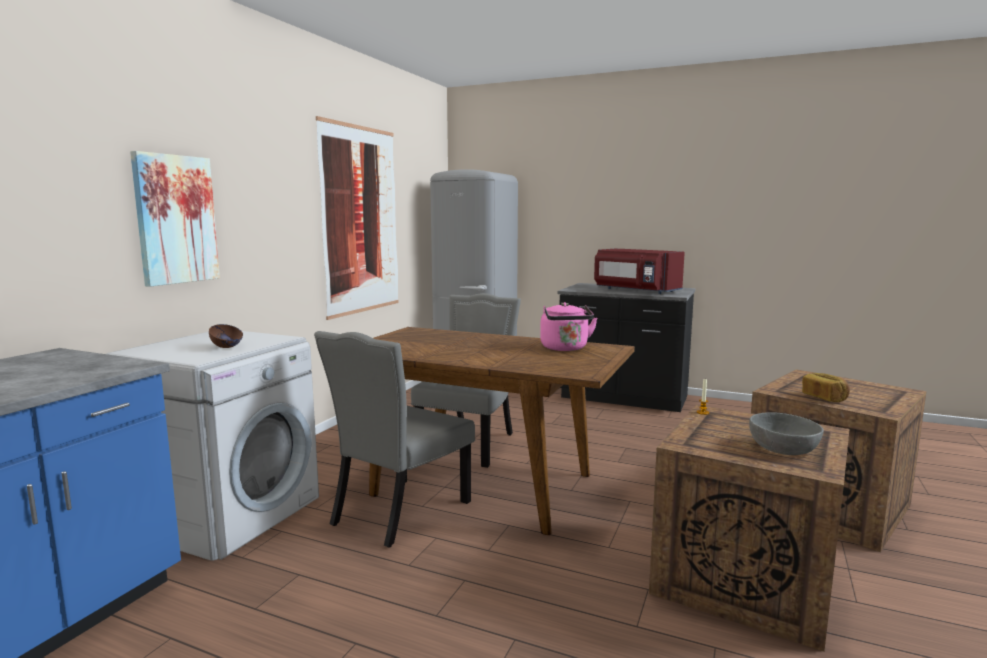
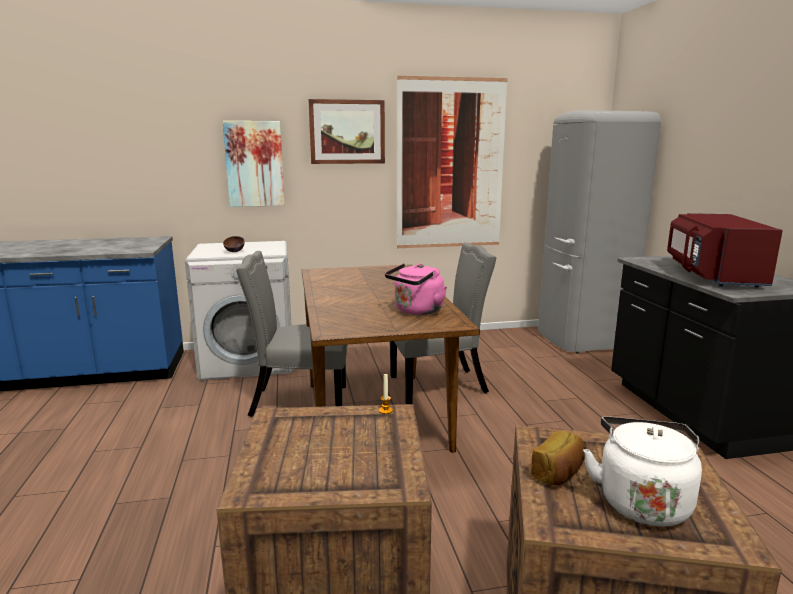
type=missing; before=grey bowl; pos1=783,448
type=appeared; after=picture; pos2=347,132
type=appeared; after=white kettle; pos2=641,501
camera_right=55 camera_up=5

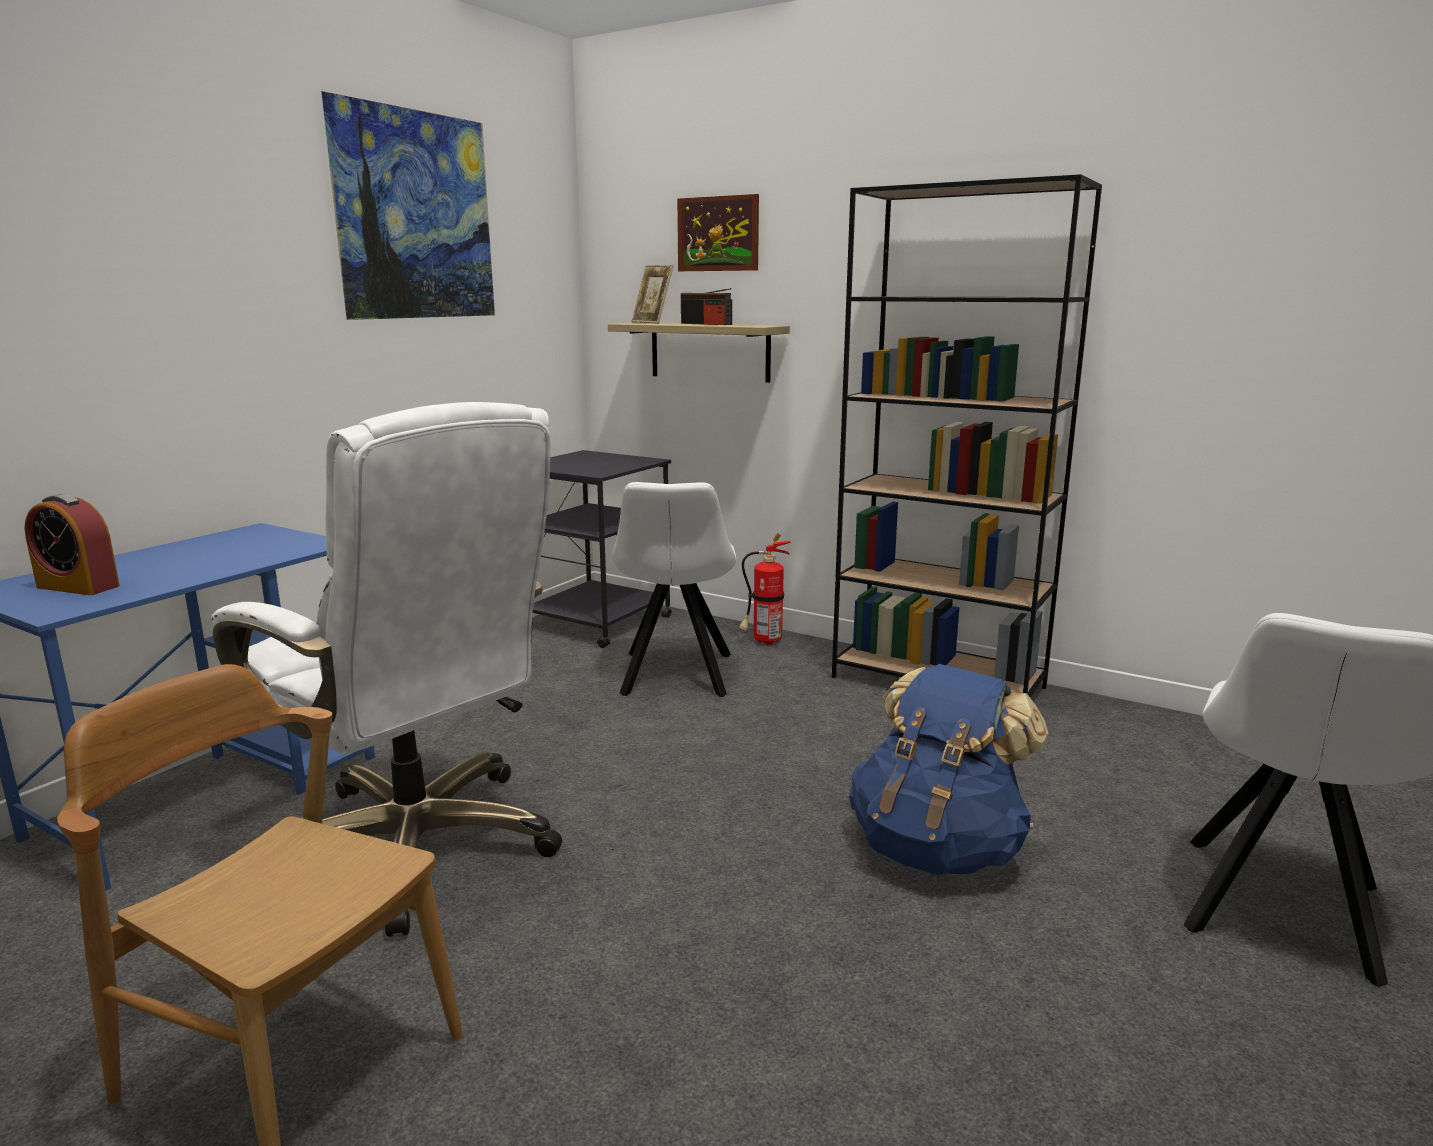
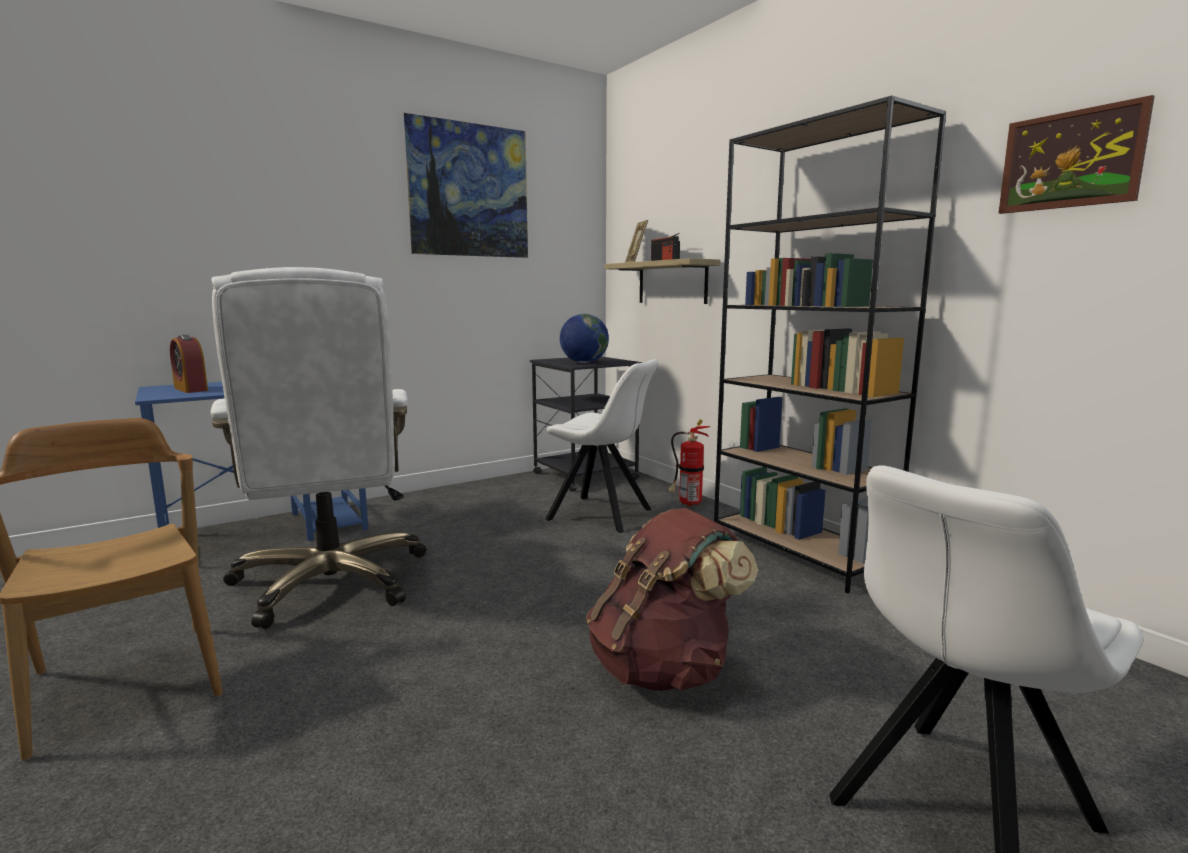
type=relocated; before=picture; pos1=718,234; pos2=1070,160
type=spun; before=white chair; pos1=676,674; pos2=600,514; turn=-90
type=colour; before=blue backpack; after=brown backpack; pos1=937,848; pos2=664,668
type=appeared; after=globe; pos2=584,363
camera_right=25 camera_up=-5

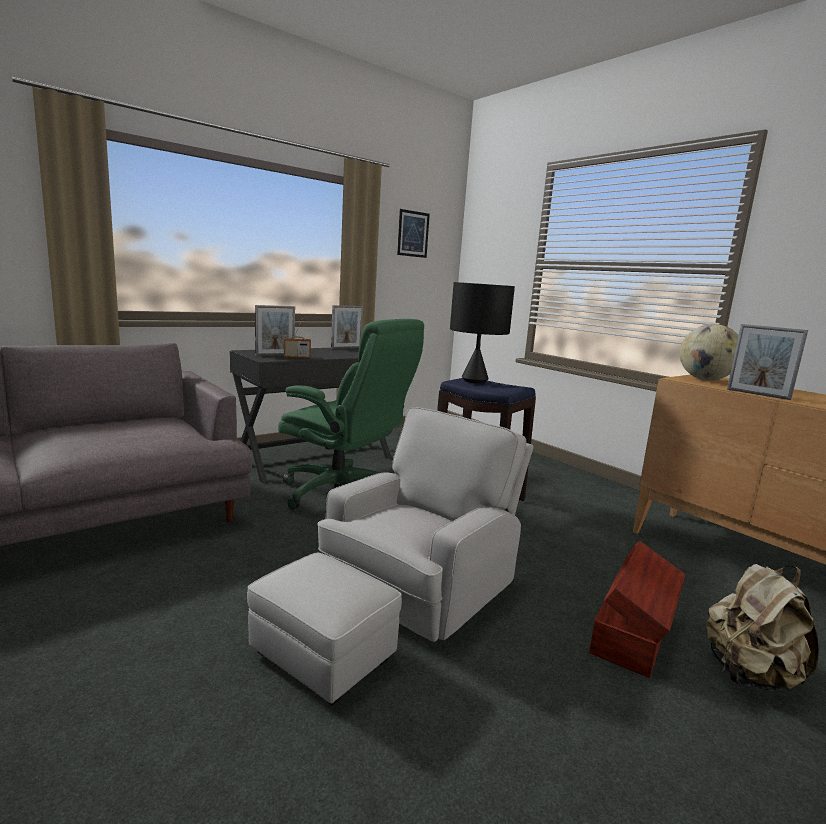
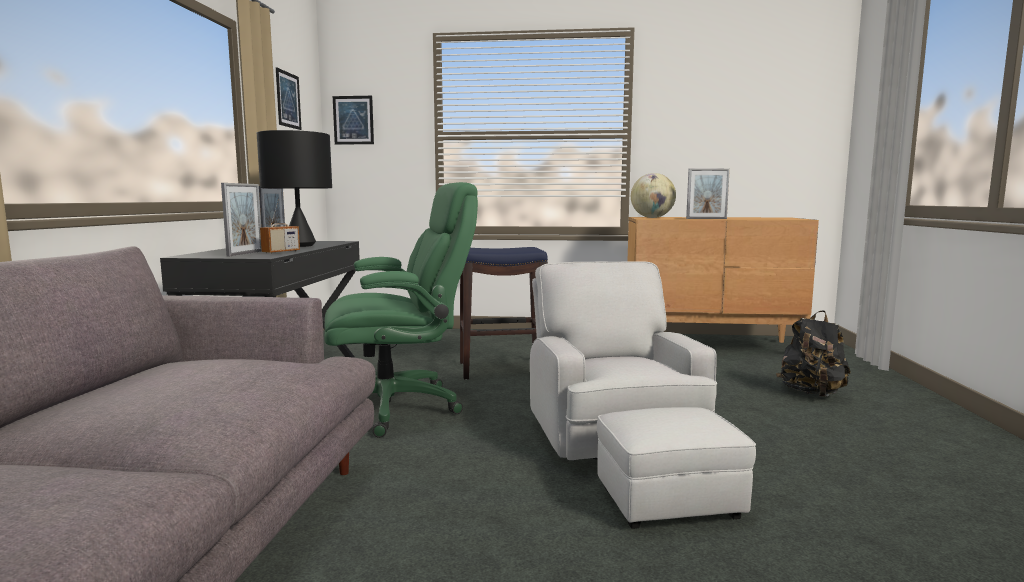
type=relocated; before=black table lamp; pos1=474,381; pos2=300,246
type=missing; before=brown storage box; pos1=633,633
type=colour; before=beige backpack; after=black backpack; pos1=750,675; pos2=811,394
type=appeared; after=picture; pos2=353,120
camera_right=-45 camera_up=-5

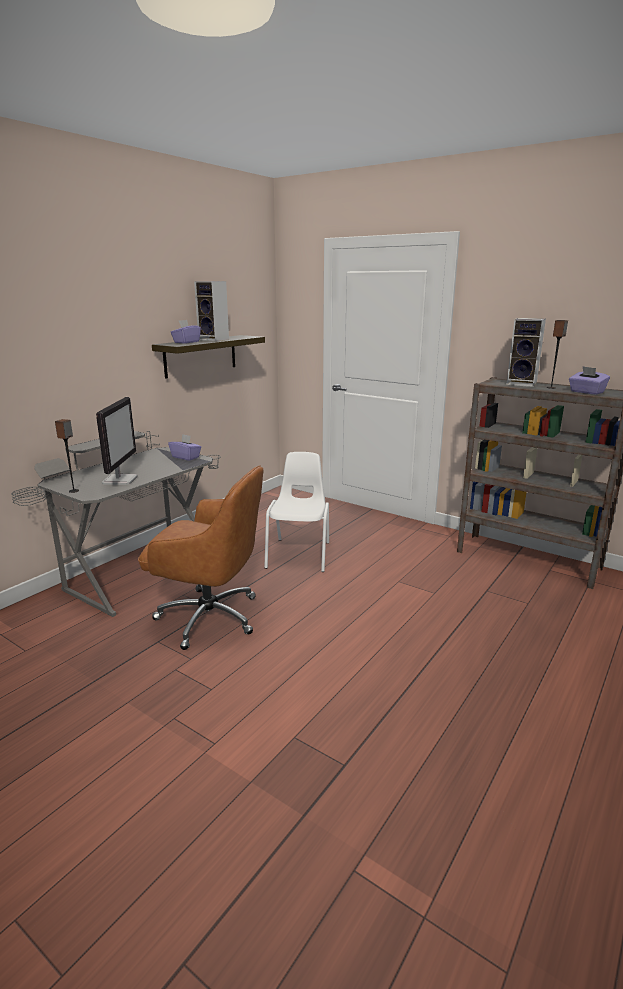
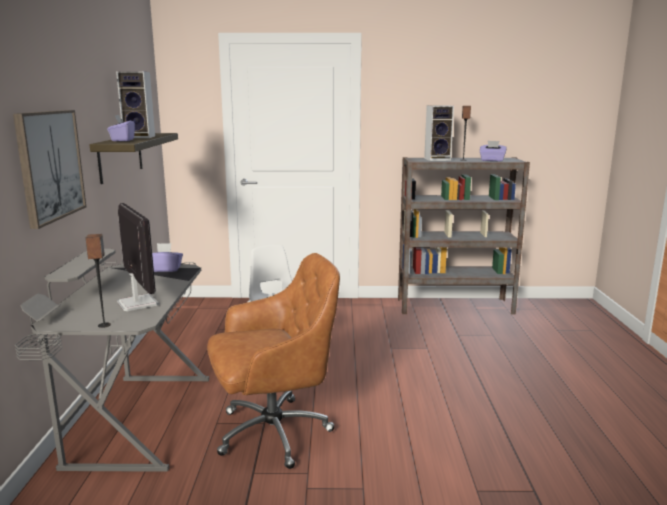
type=appeared; after=picture; pos2=50,165
camera_right=-35 camera_up=-5

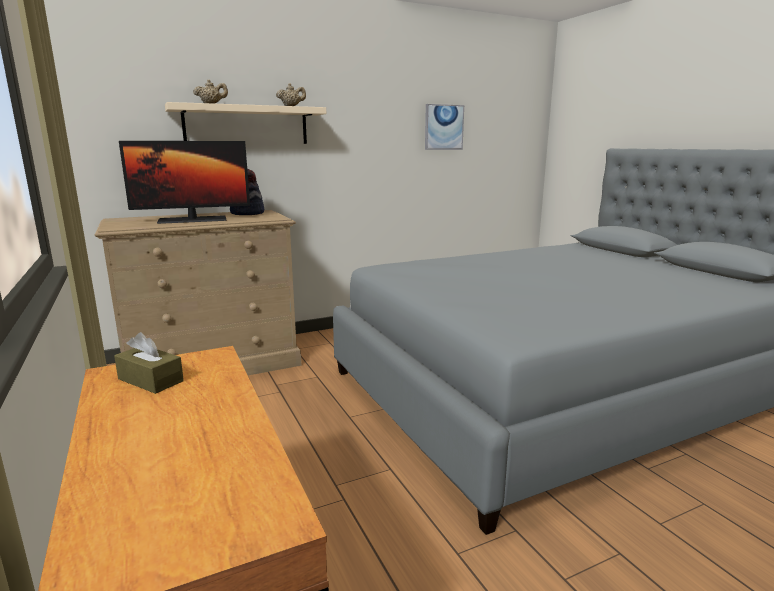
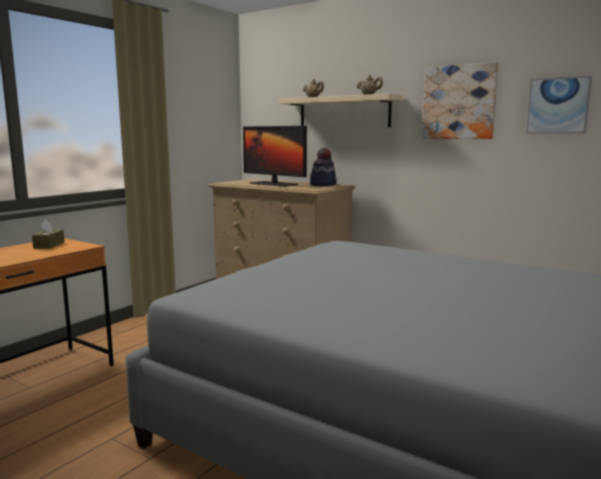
type=appeared; after=picture; pos2=459,102
camera_right=60 camera_up=-5

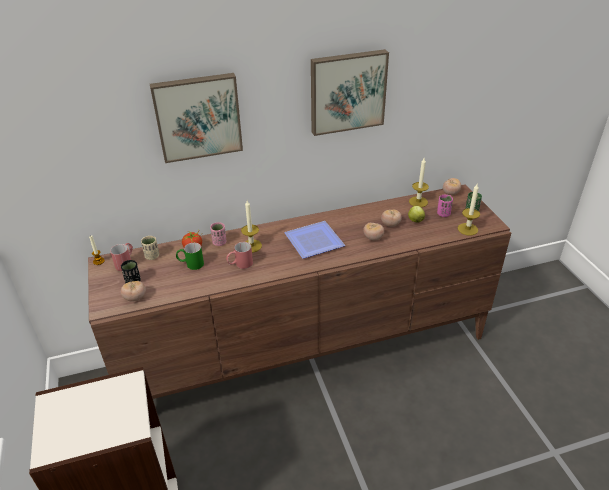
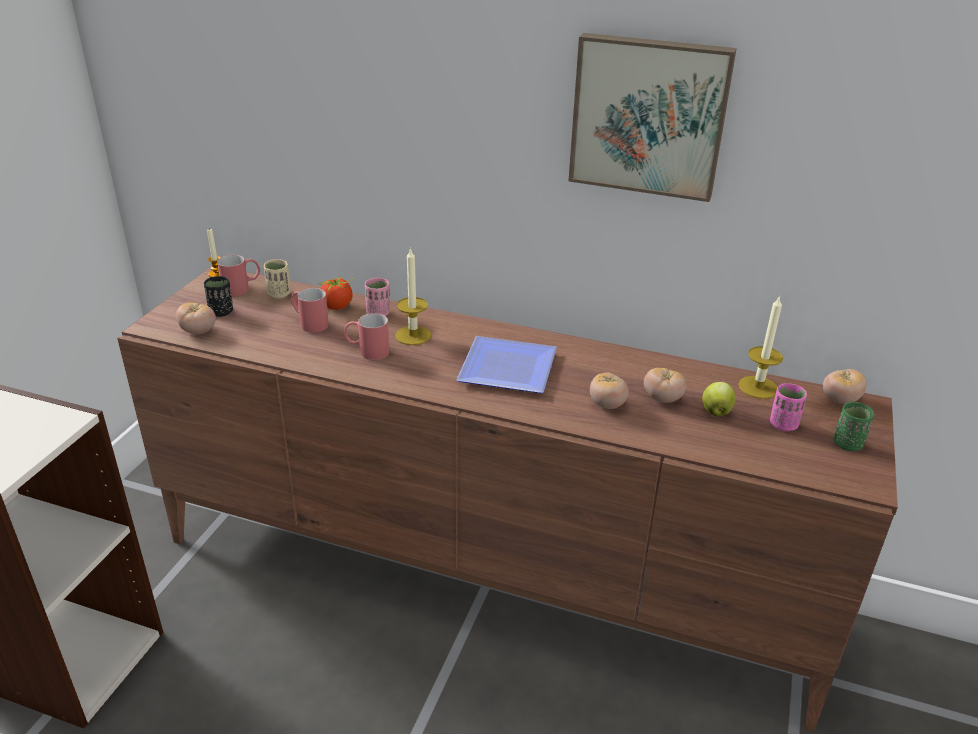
type=missing; before=picture; pos1=197,116
type=missing; before=candle; pos1=467,229
type=colour; before=green mug; after=red mug; pos1=191,264; pos2=309,323
camera_right=35 camera_up=-5

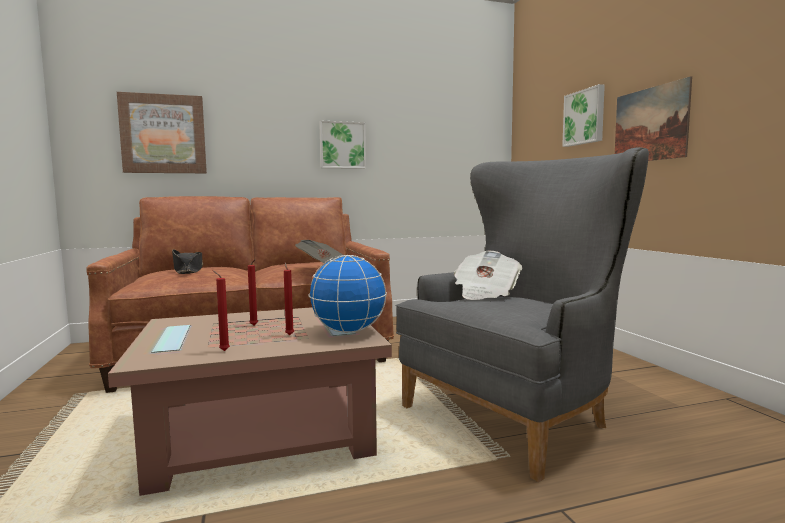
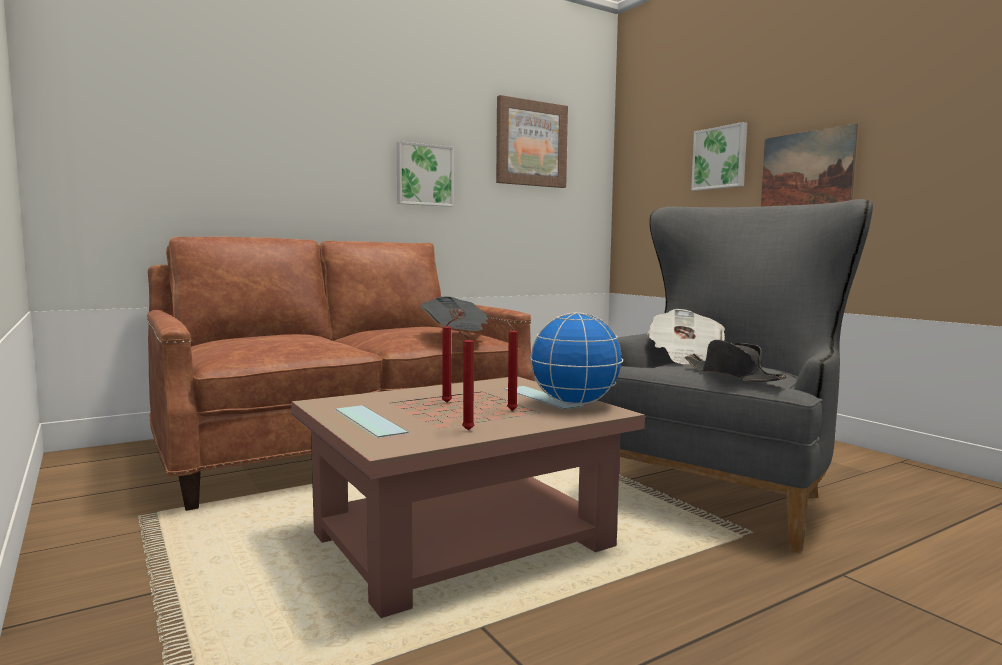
type=relocated; before=picture; pos1=163,134; pos2=531,144
type=relocated; before=black hat; pos1=188,270; pos2=732,375
camera_right=-15 camera_up=0

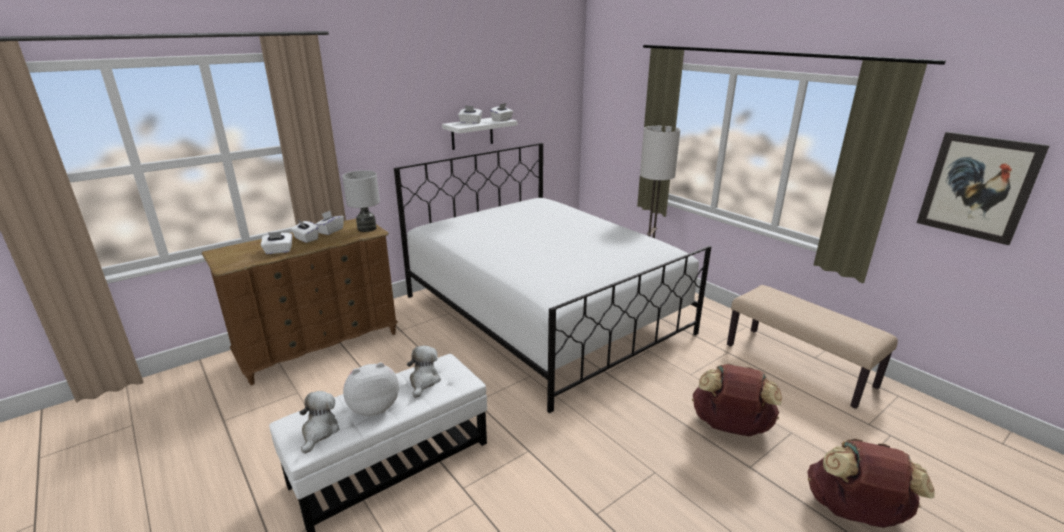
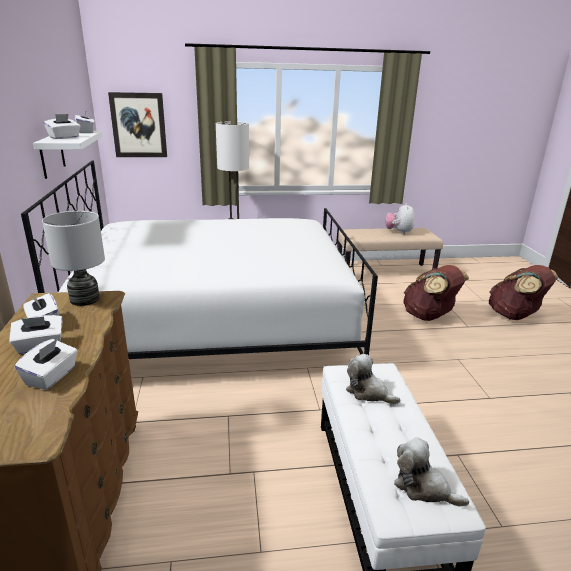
type=relocated; before=picture; pos1=977,187; pos2=139,125
type=relocated; before=plush toy; pos1=373,407; pos2=398,232
camera_right=-60 camera_up=0

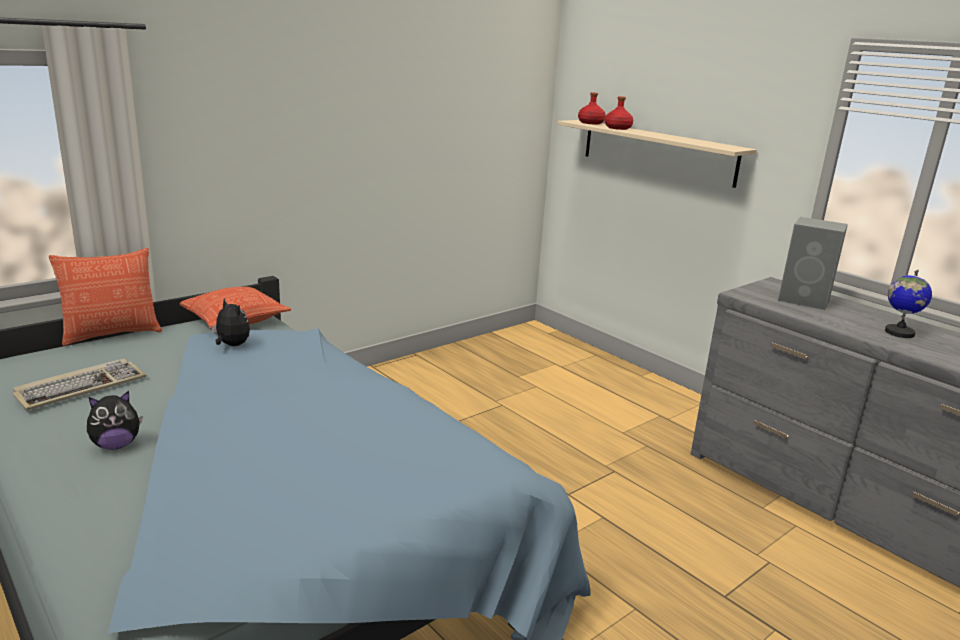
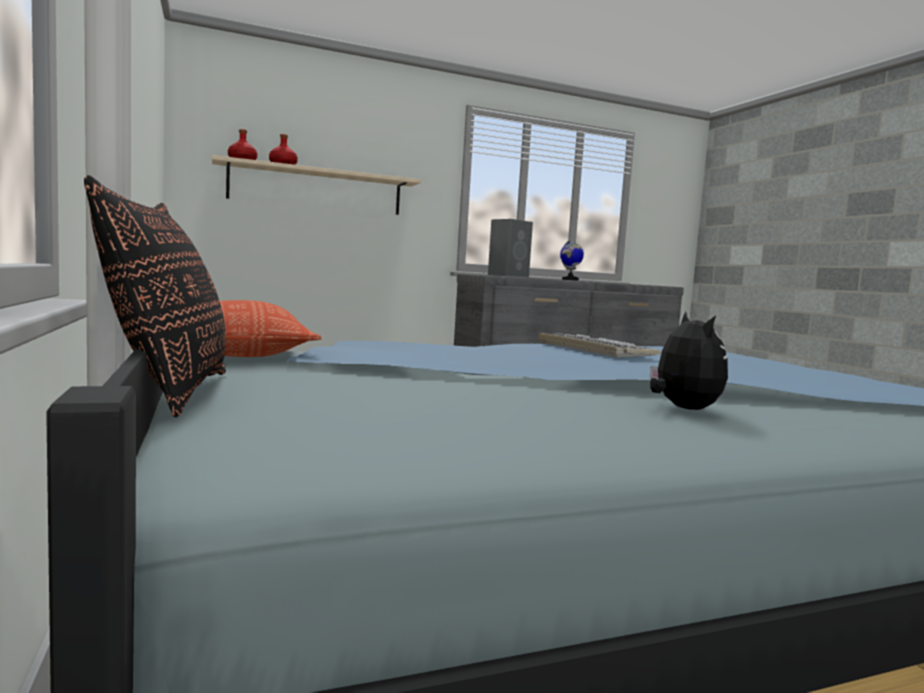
type=colour; before=orange pillow; after=black pillow; pos1=112,334; pos2=171,393
type=missing; before=plush toy; pos1=231,345
type=relocated; before=keyboard; pos1=81,387; pos2=592,349
camera_right=-70 camera_up=-15

